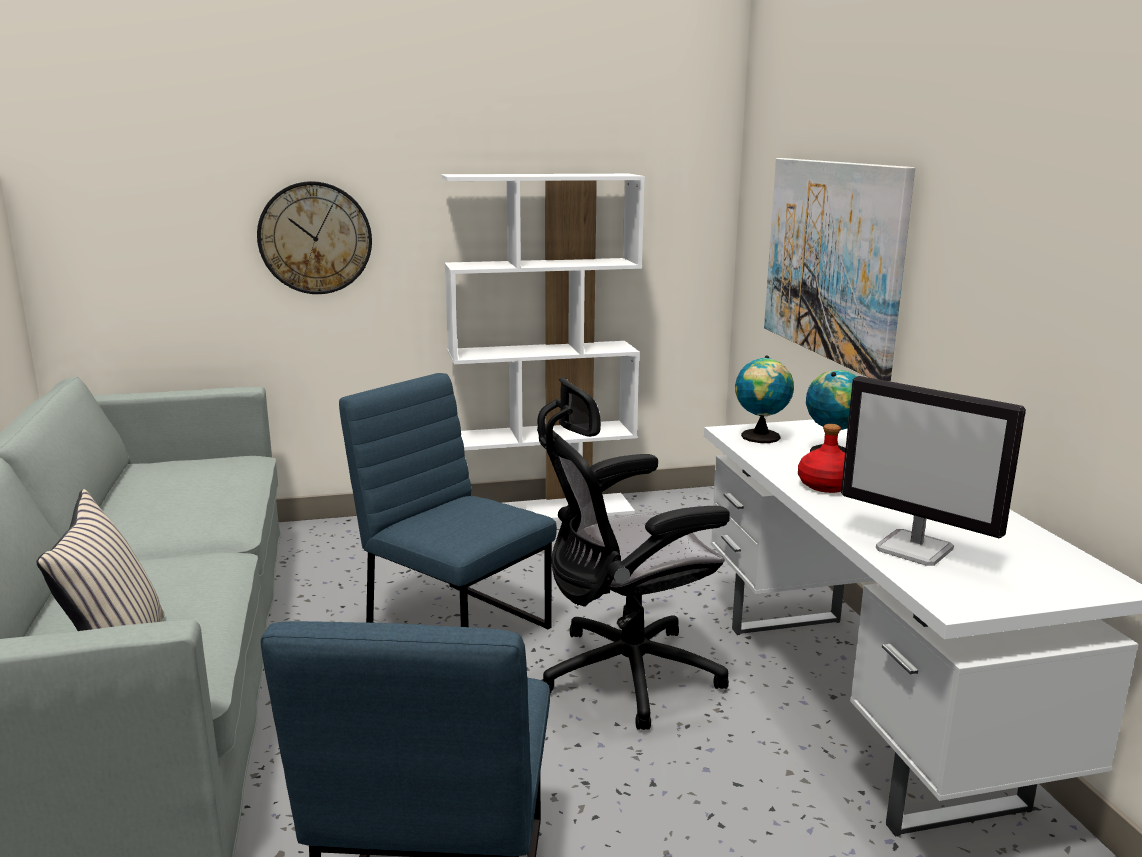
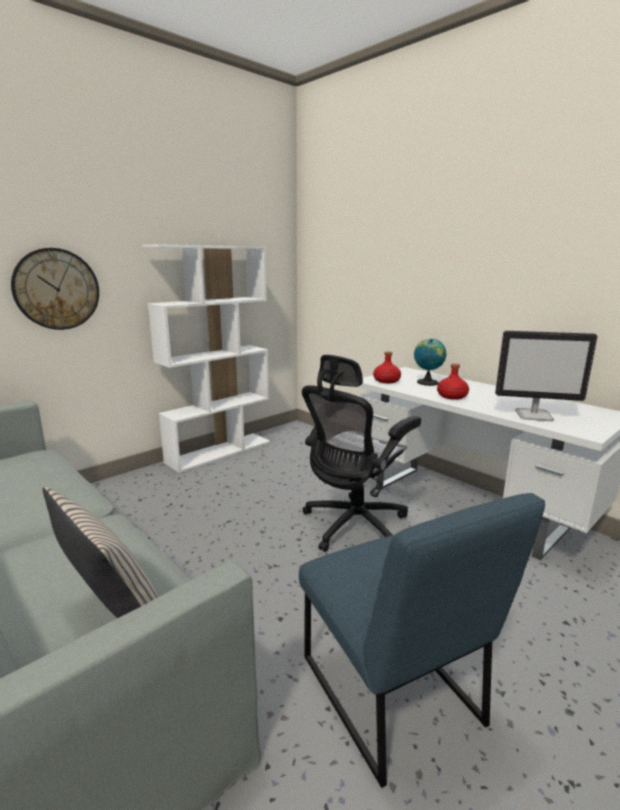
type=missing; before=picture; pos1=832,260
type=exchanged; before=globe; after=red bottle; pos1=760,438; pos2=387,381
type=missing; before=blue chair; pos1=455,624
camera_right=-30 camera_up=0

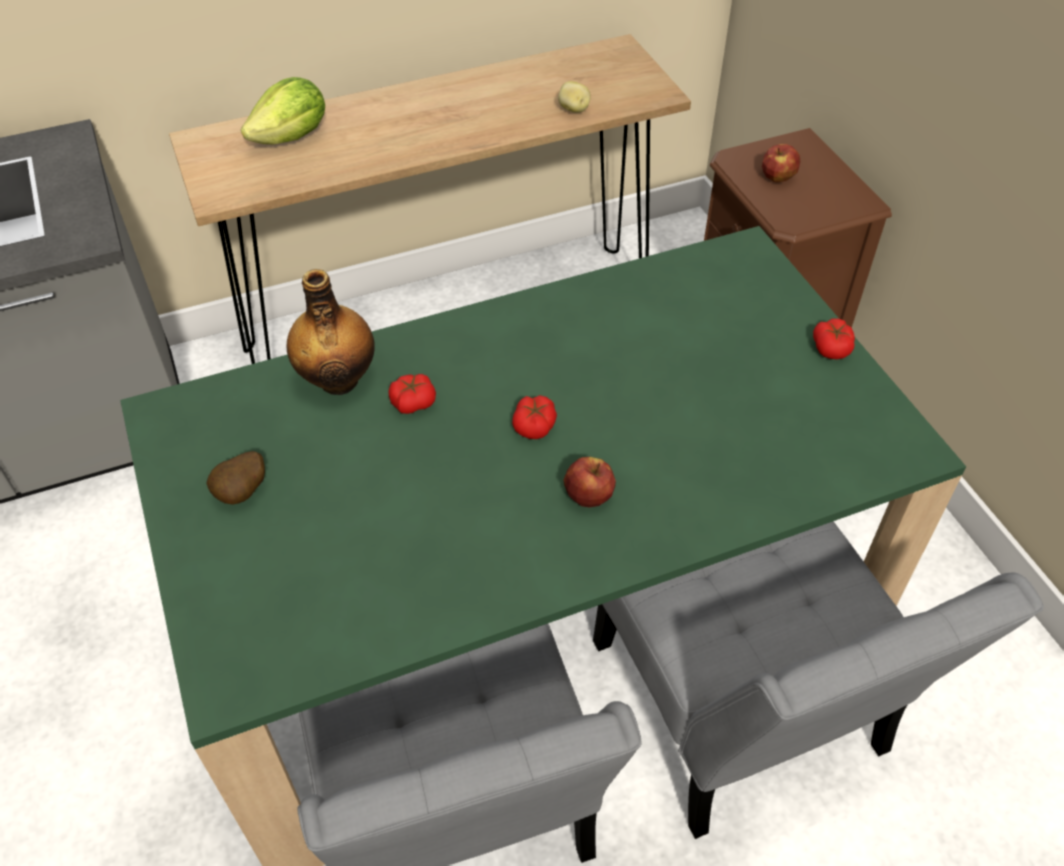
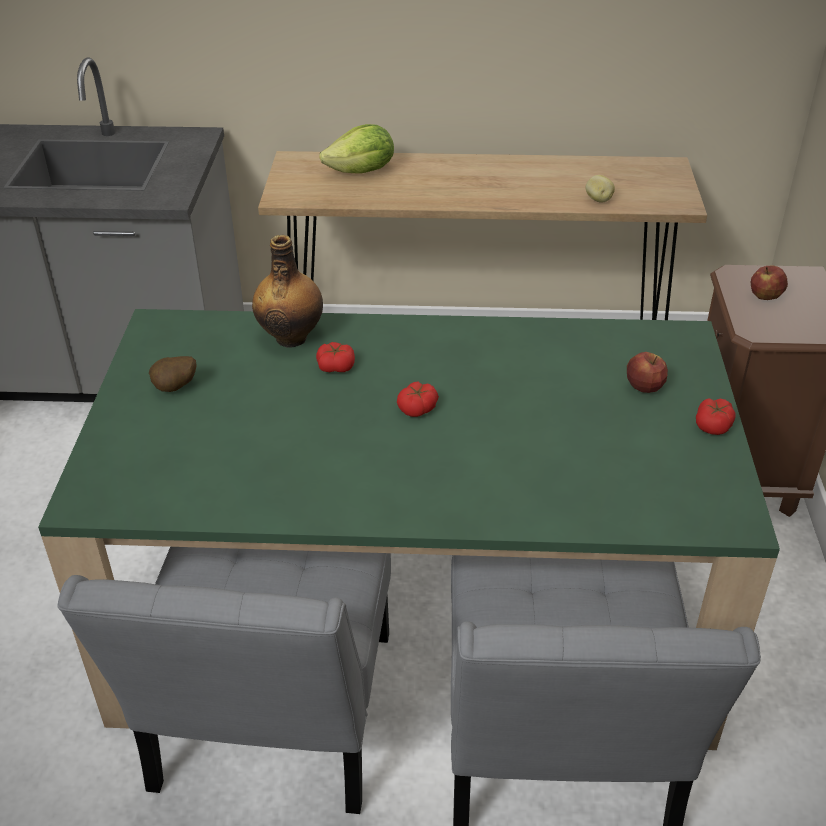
type=relocated; before=apple; pos1=588,495; pos2=644,386
camera_right=25 camera_up=-10

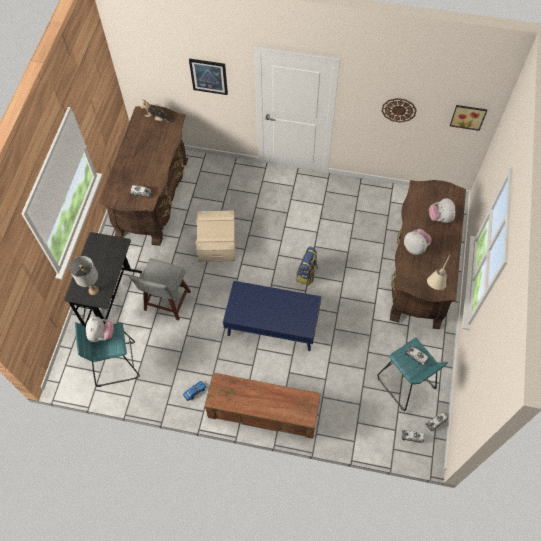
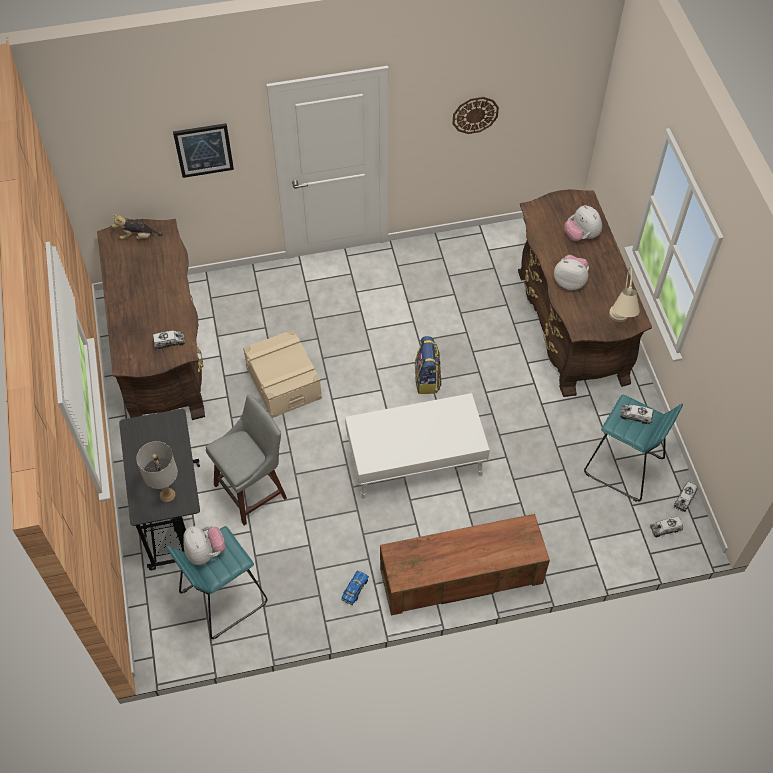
type=missing; before=picture; pos1=468,116
type=spun; before=grey chair; pos1=166,303; pos2=253,489; turn=-120
type=colour; before=blue coffee table; after=white coffee table; pos1=272,324; pos2=414,461
camera_right=-25 camera_up=-5

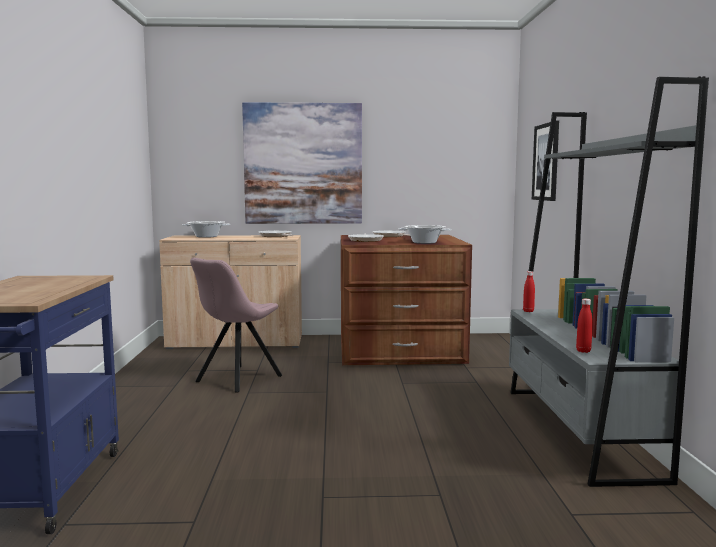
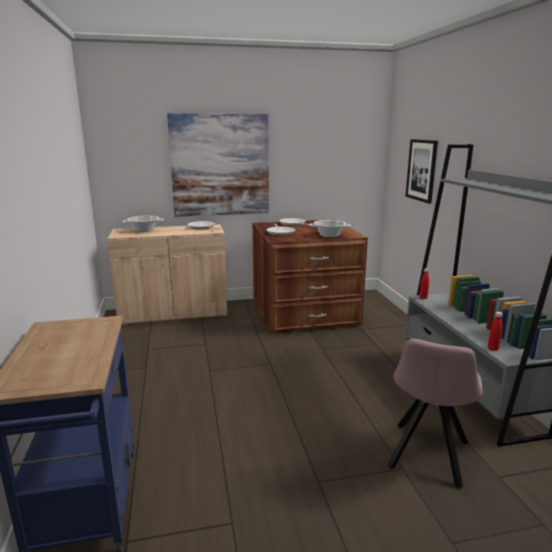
type=relocated; before=pink chair; pos1=238,378; pos2=427,454
camera_right=-10 camera_up=10

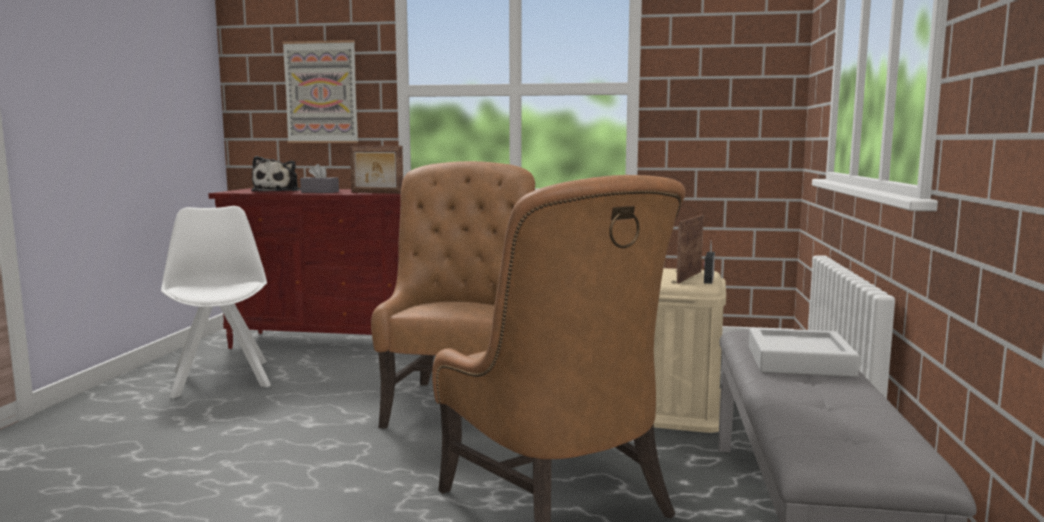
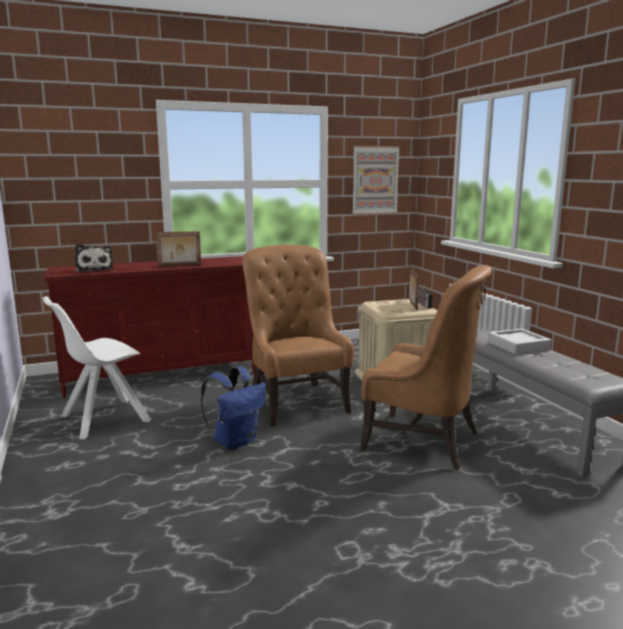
type=relocated; before=picture; pos1=321,92; pos2=375,180
type=missing; before=grey tissue box; pos1=320,192
type=spun; before=white chair; pos1=222,378; pos2=102,419; turn=-75
type=appeared; after=blue backpack; pos2=235,441
camera_right=-30 camera_up=5

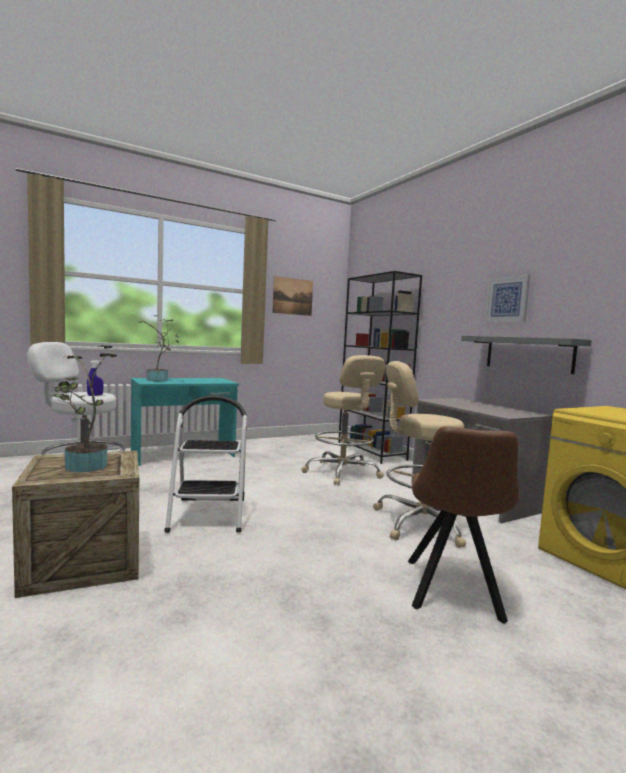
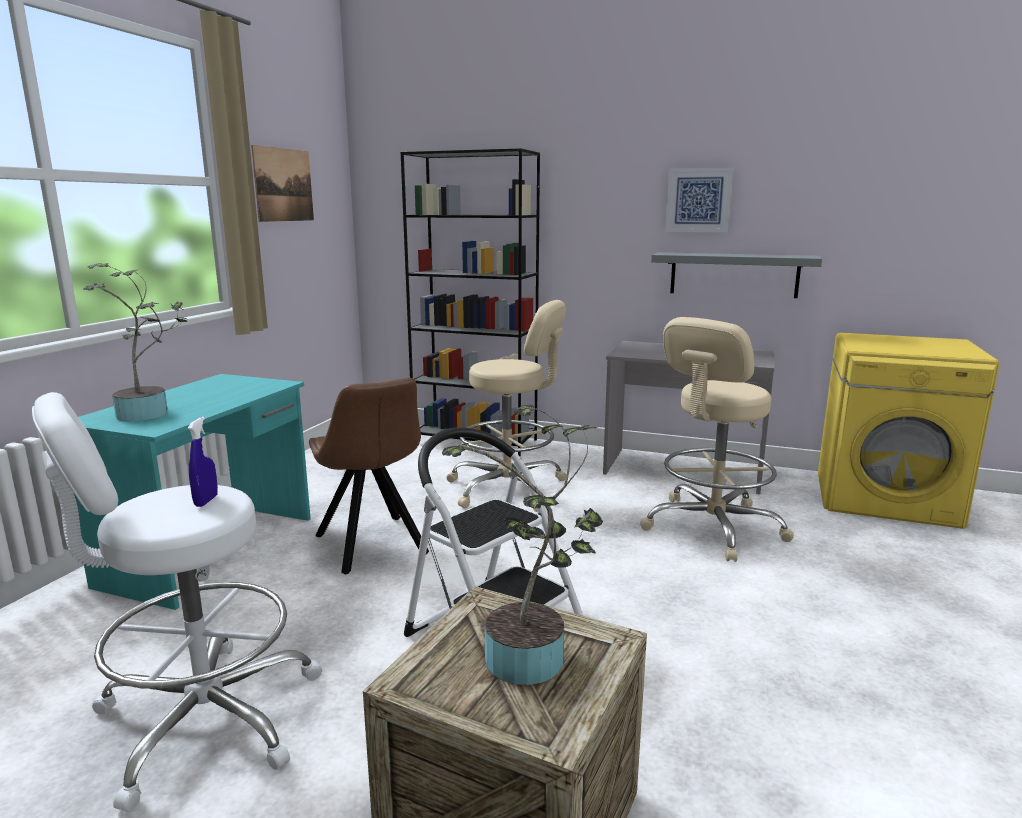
type=relocated; before=brown chair; pos1=453,589; pos2=372,544
camera_right=-40 camera_up=10

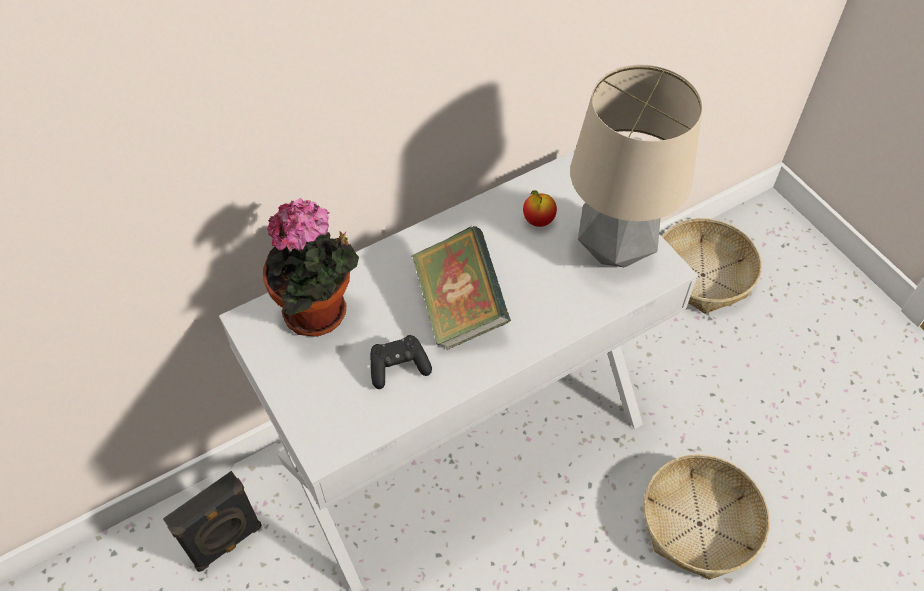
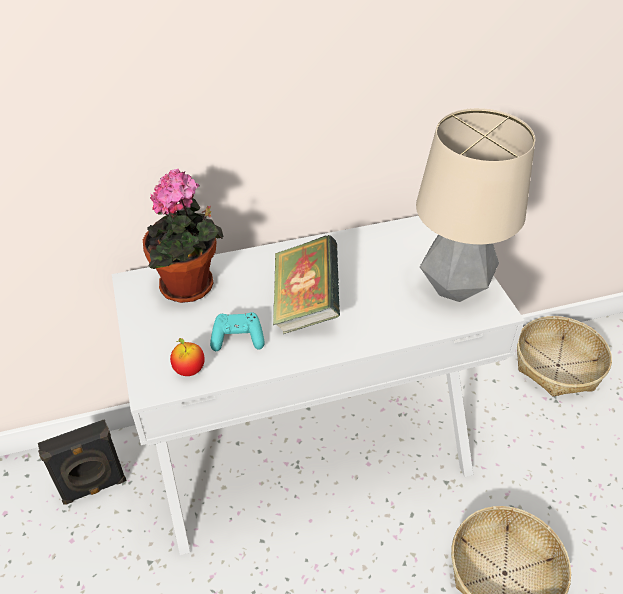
type=relocated; before=apple; pos1=538,220; pos2=189,370
type=colour; before=black game controller; after=turquoise game controller; pos1=398,367; pos2=238,338
camera_right=15 camera_up=-10

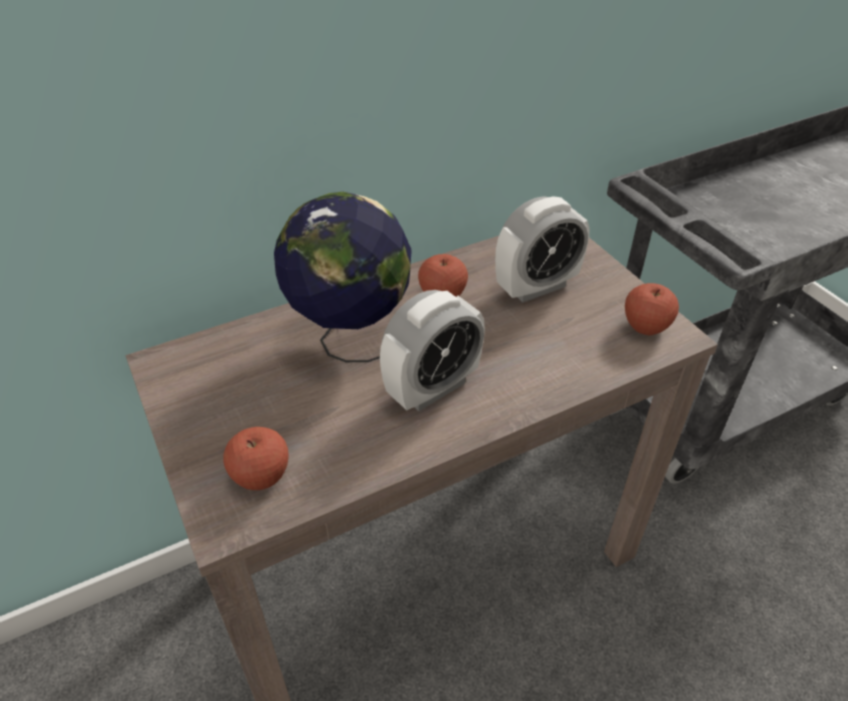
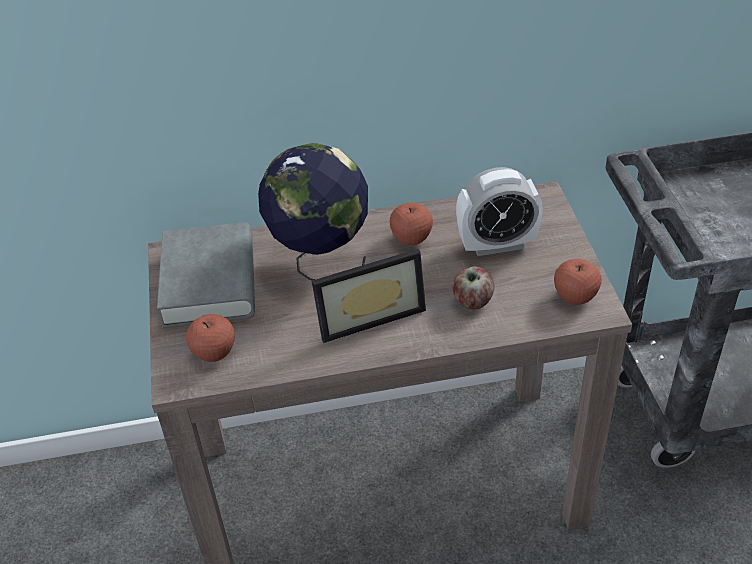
type=exchanged; before=alarm clock; after=picture frame; pos1=432,388; pos2=368,313
type=appeared; after=grey book; pos2=210,283
type=appeared; after=apple; pos2=472,302
camera_right=20 camera_up=0

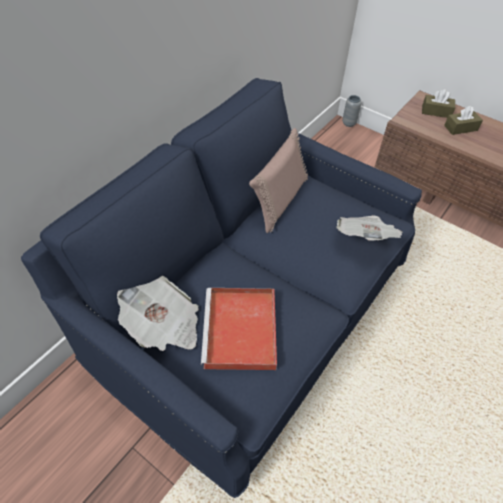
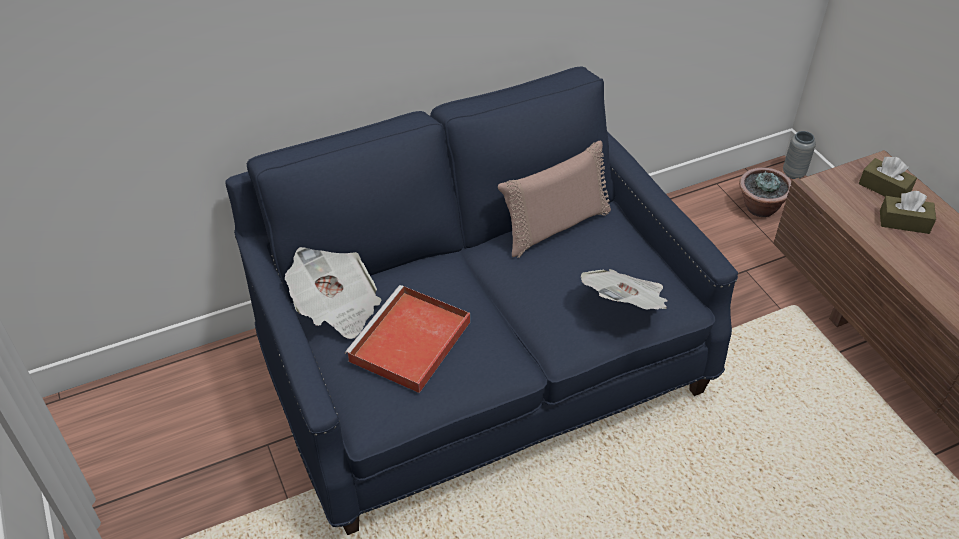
type=appeared; after=potted plant; pos2=759,208
camera_right=30 camera_up=-5

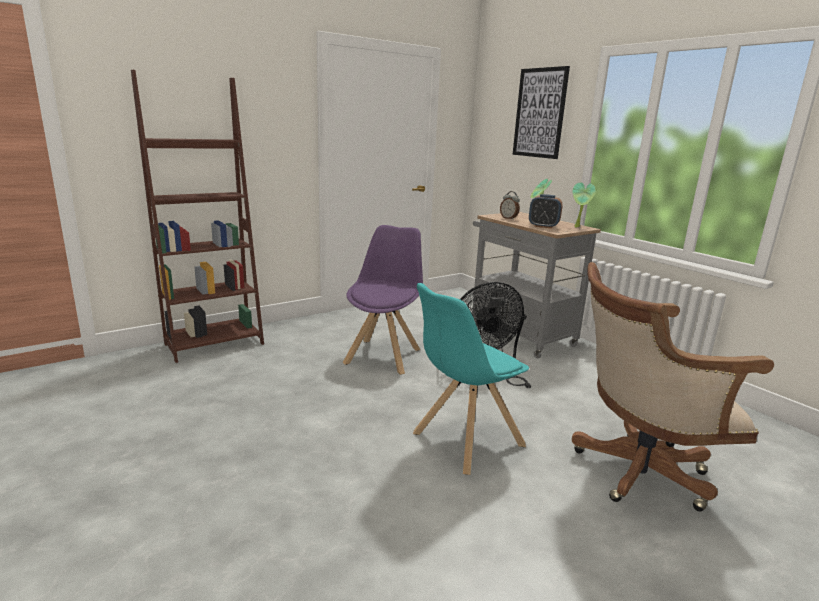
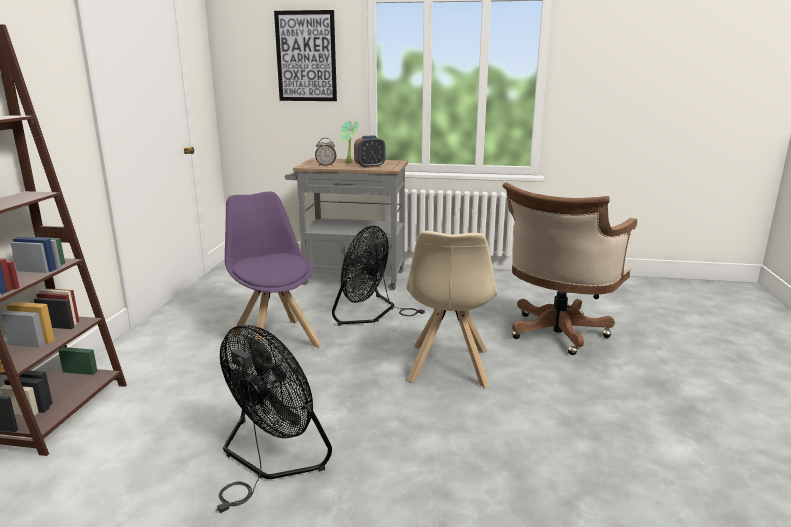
type=missing; before=potted plant; pos1=578,227
type=colour; before=turquoise chair; after=beige chair; pos1=464,441; pos2=448,368
type=appeared; after=black fan; pos2=263,458
camera_right=-45 camera_up=0

